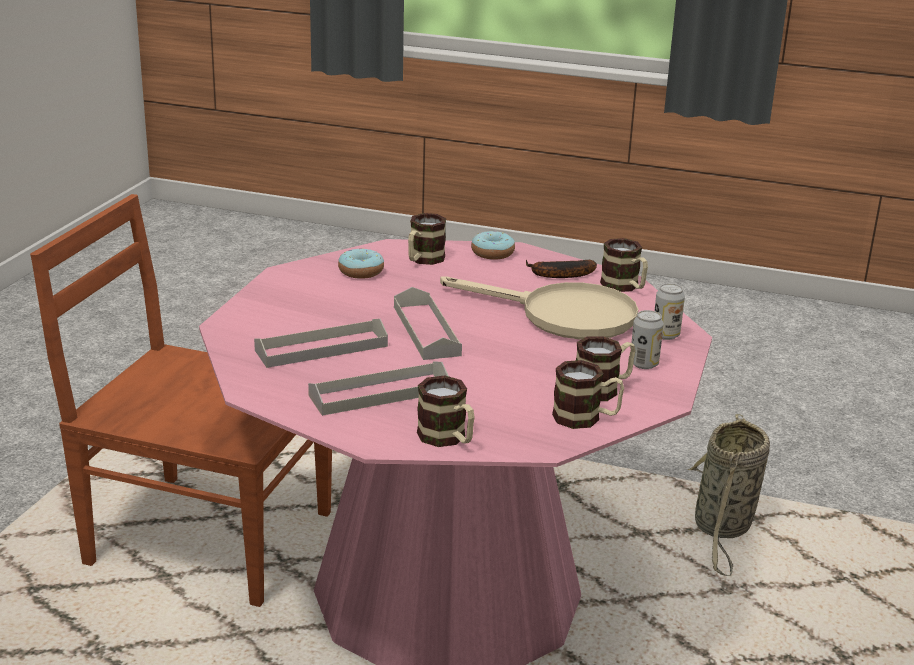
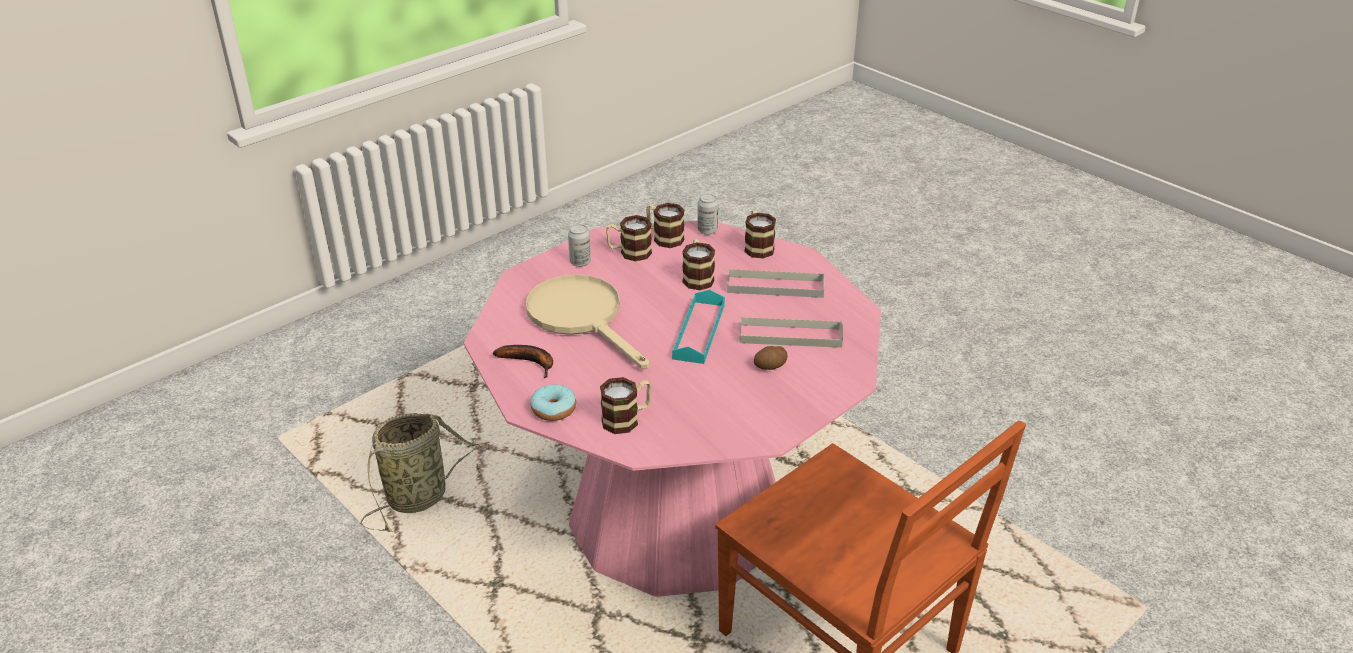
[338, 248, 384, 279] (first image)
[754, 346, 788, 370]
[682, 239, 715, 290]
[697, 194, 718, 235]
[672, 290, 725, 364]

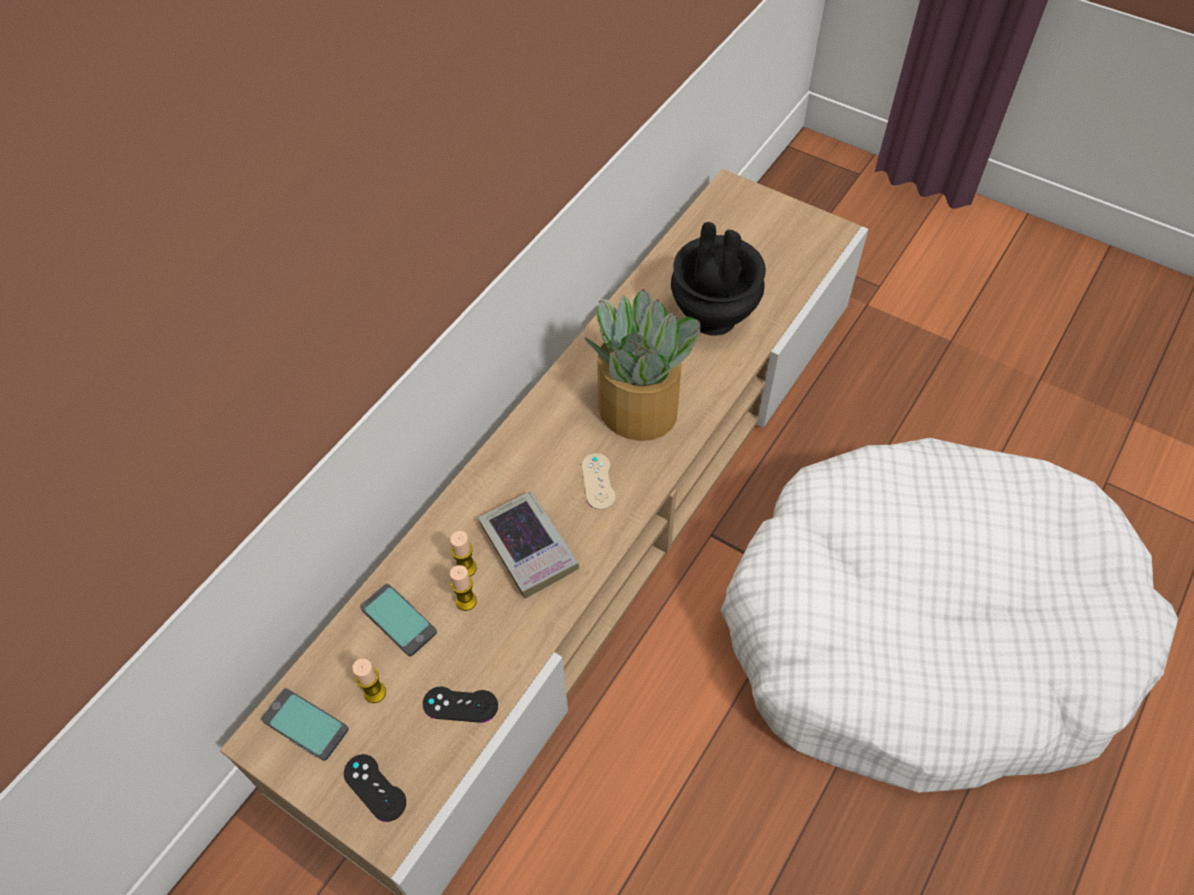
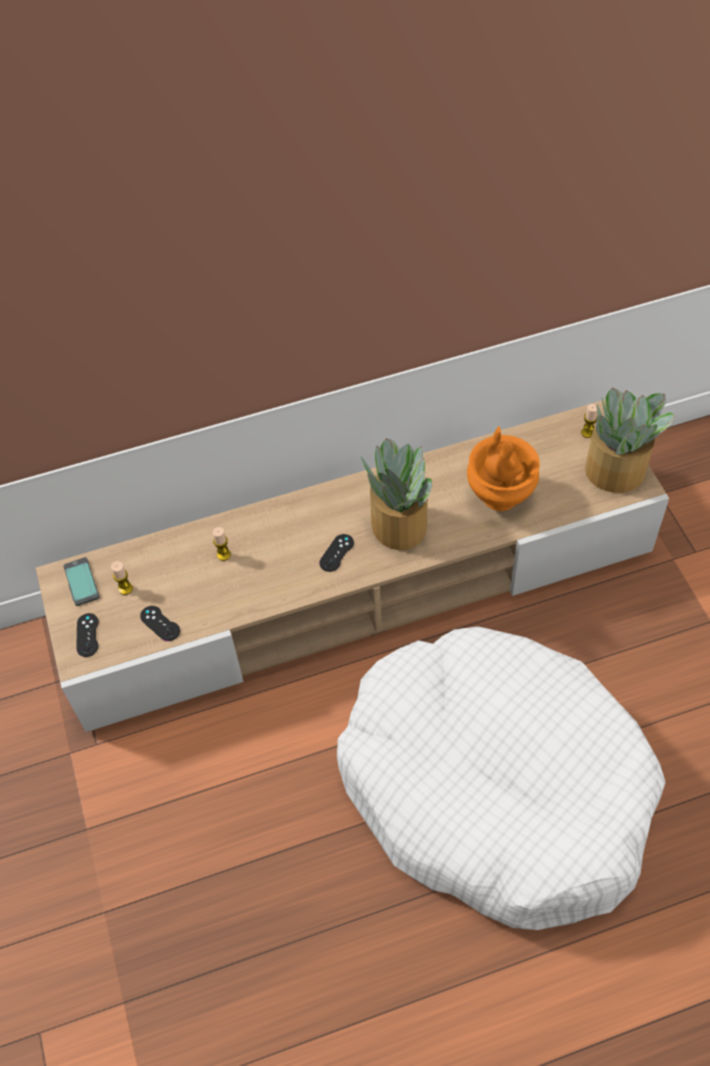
[360, 584, 437, 656] (first image)
[478, 491, 579, 599] (first image)
[585, 388, 675, 493]
[581, 404, 598, 438]
[319, 534, 354, 572]
[467, 426, 540, 511]

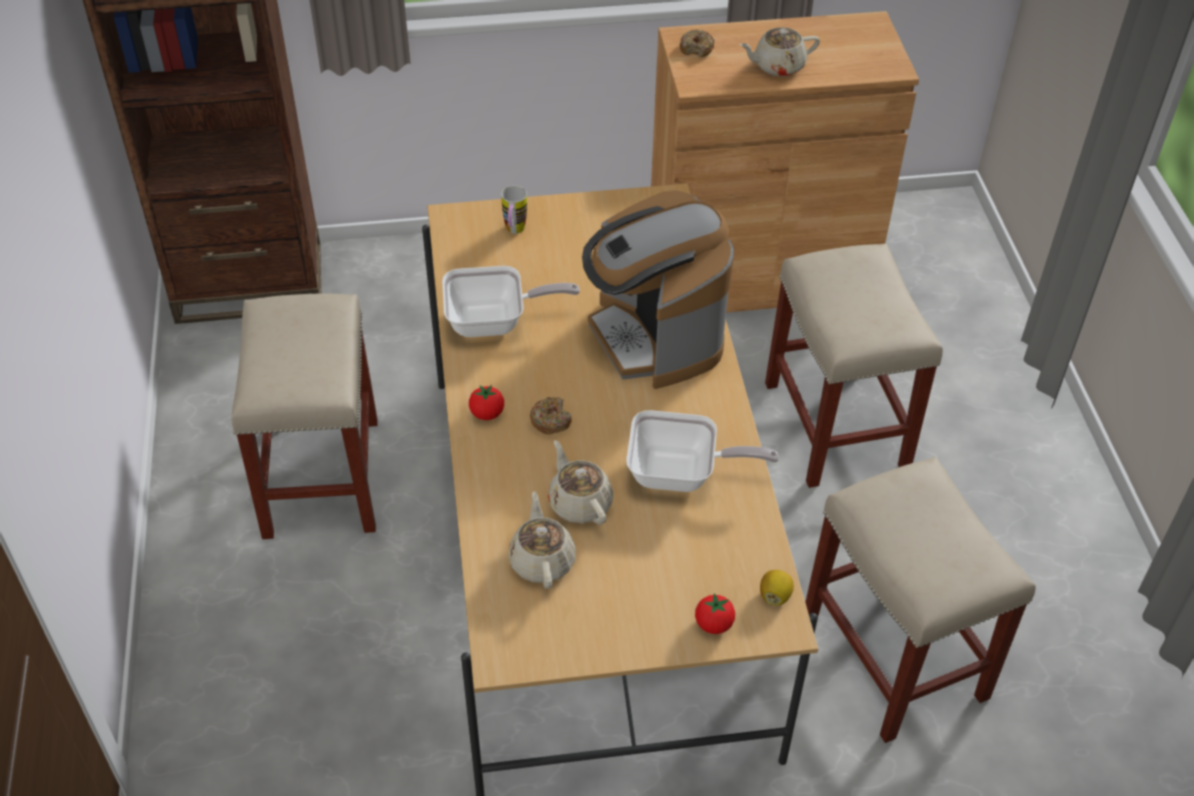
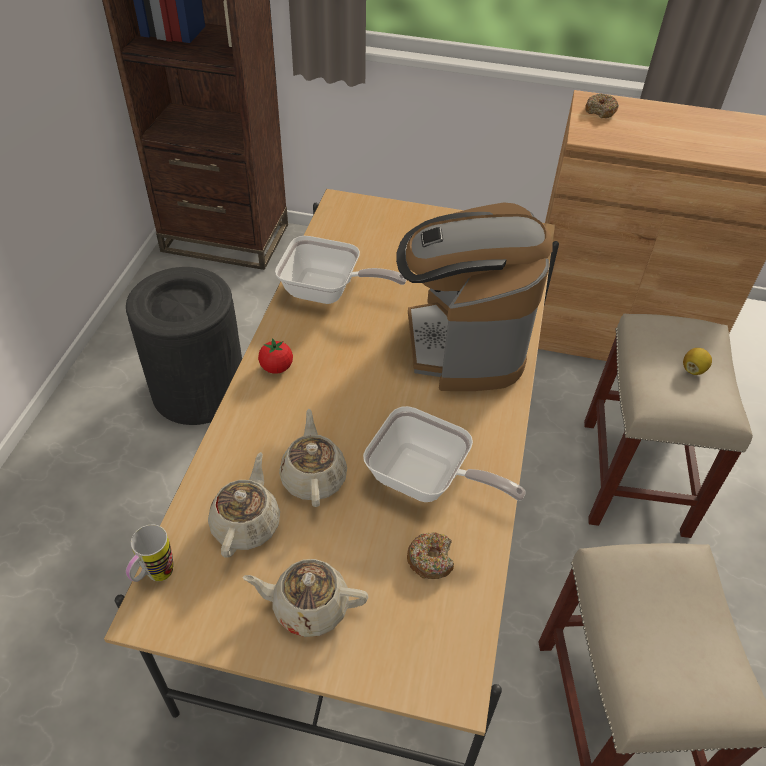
[695, 593, 735, 634] (first image)
[126, 525, 173, 582]
[407, 532, 454, 579]
[242, 559, 368, 637]
[683, 348, 712, 375]
[126, 267, 242, 425]

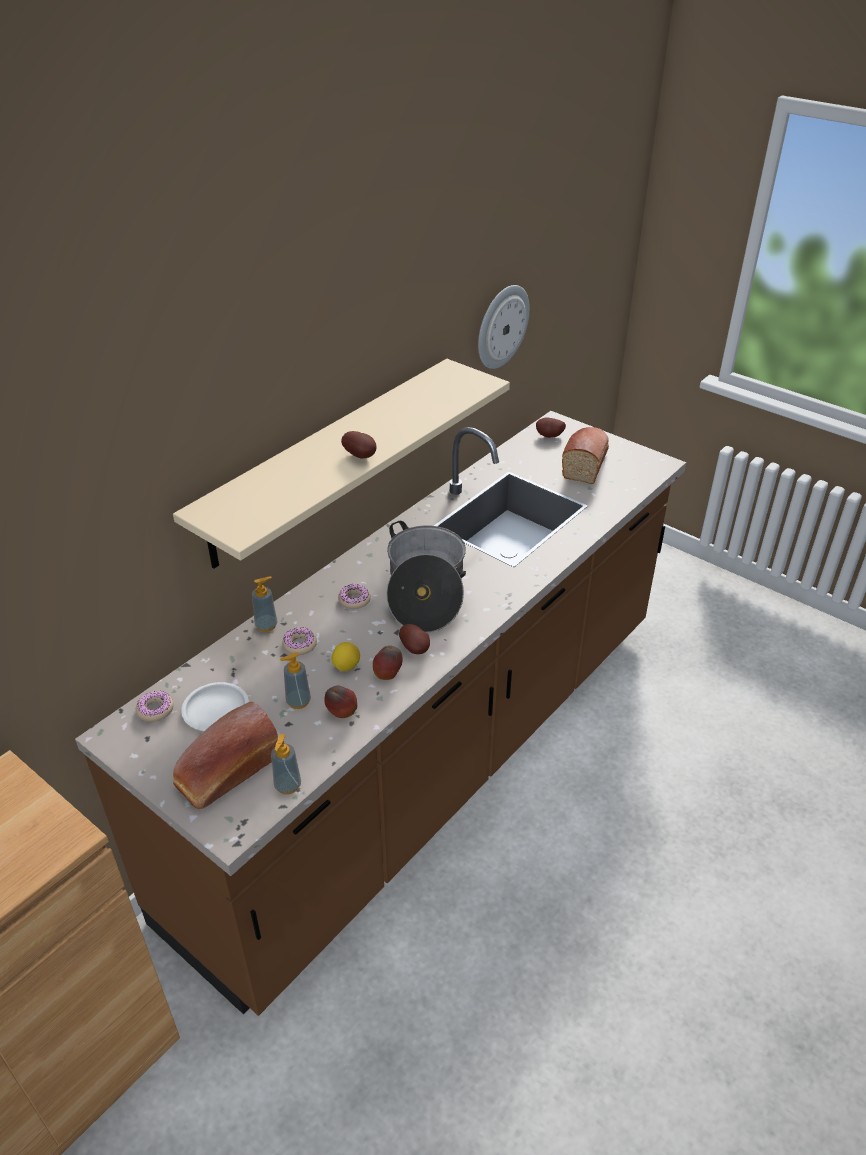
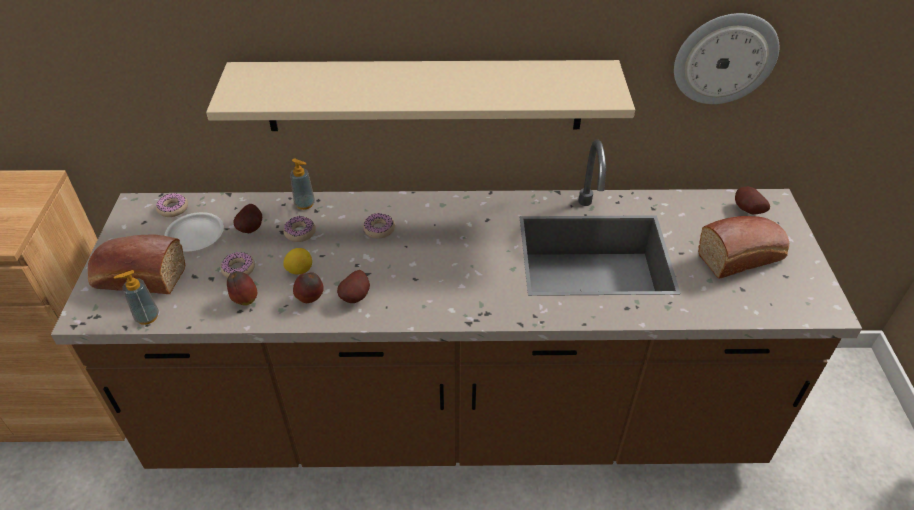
[386, 521, 466, 633] (first image)
[233, 204, 262, 233]
[220, 252, 255, 278]

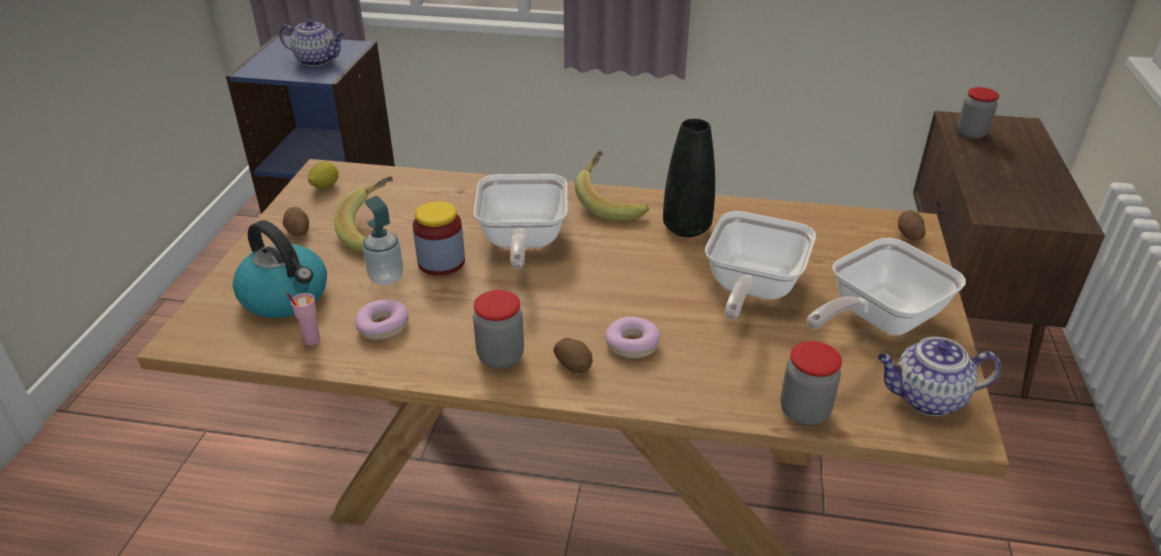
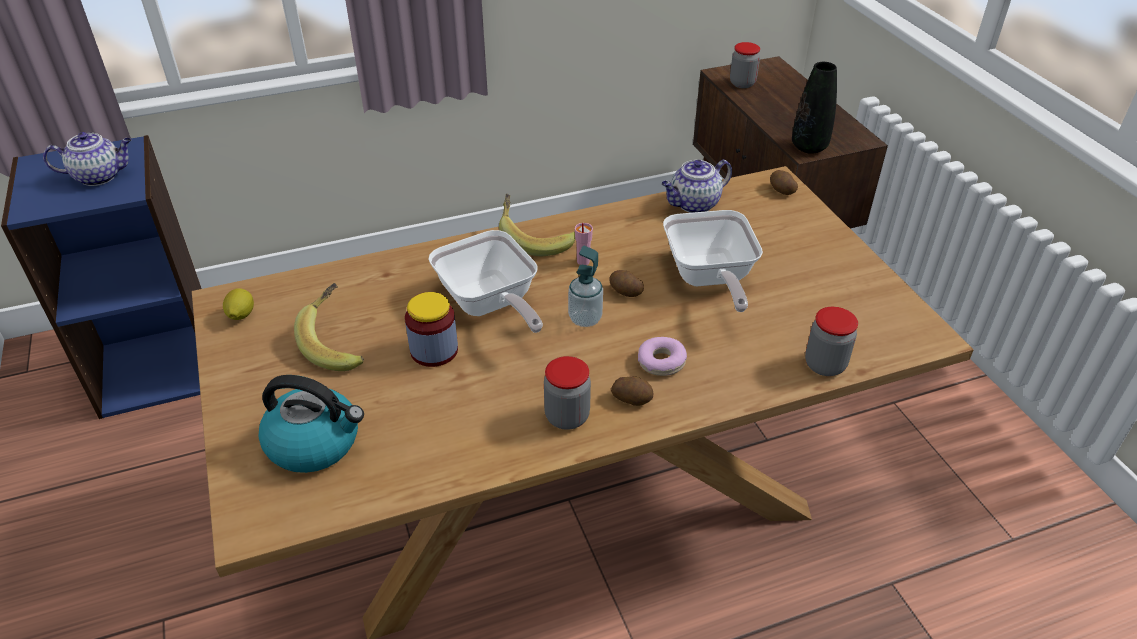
[355, 299, 409, 340] (first image)
[807, 238, 966, 335] (first image)
[610, 270, 644, 297]
[575, 223, 593, 265]
[568, 246, 603, 327]
[792, 62, 837, 154]
[661, 160, 732, 213]

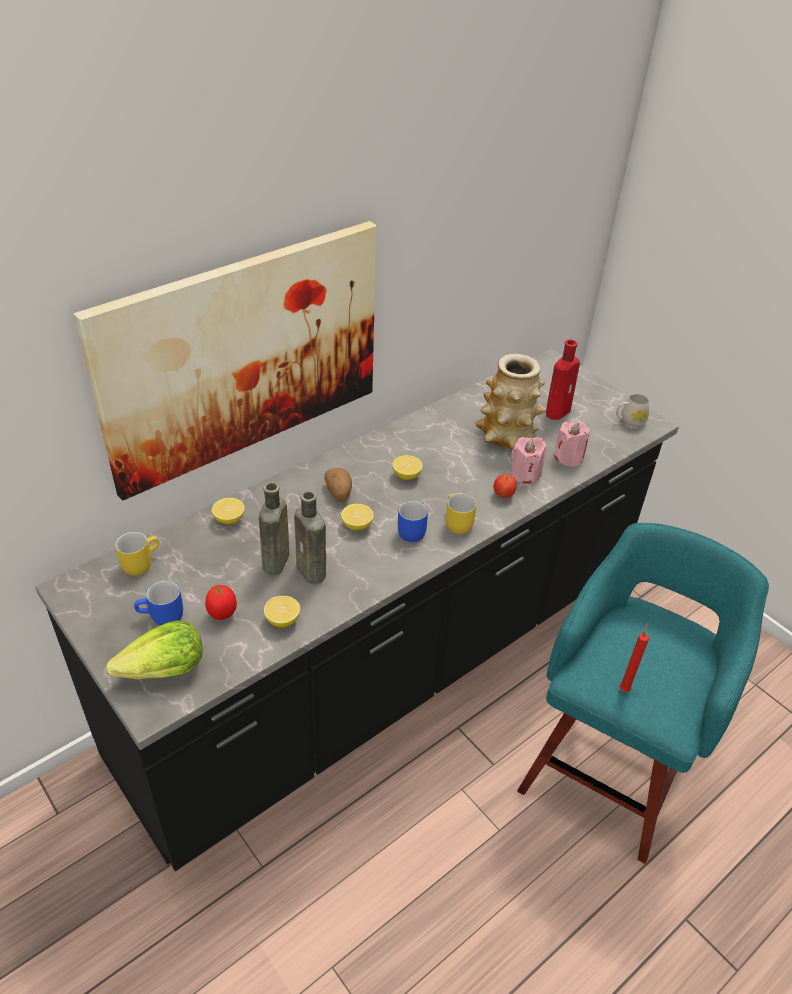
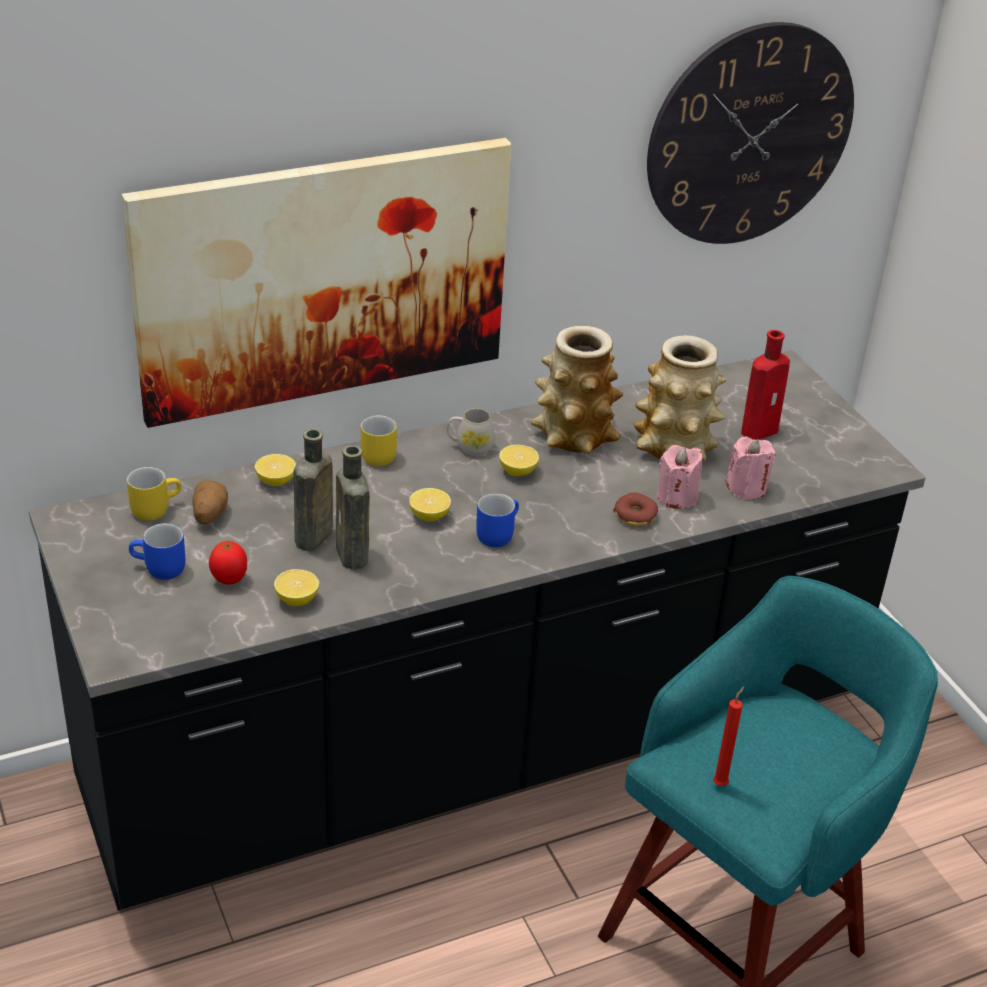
[106, 620, 203, 680] (first image)
[531, 326, 623, 453]
[647, 22, 854, 244]
[192, 480, 228, 525]
[361, 415, 397, 466]
[447, 408, 495, 456]
[613, 492, 658, 526]

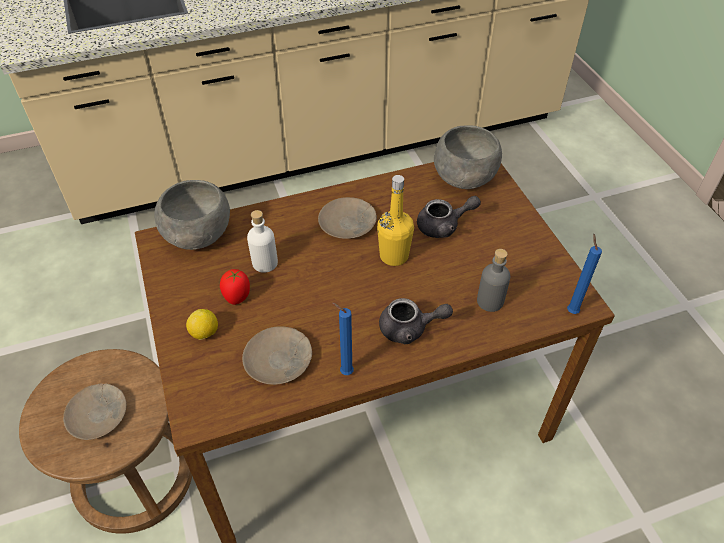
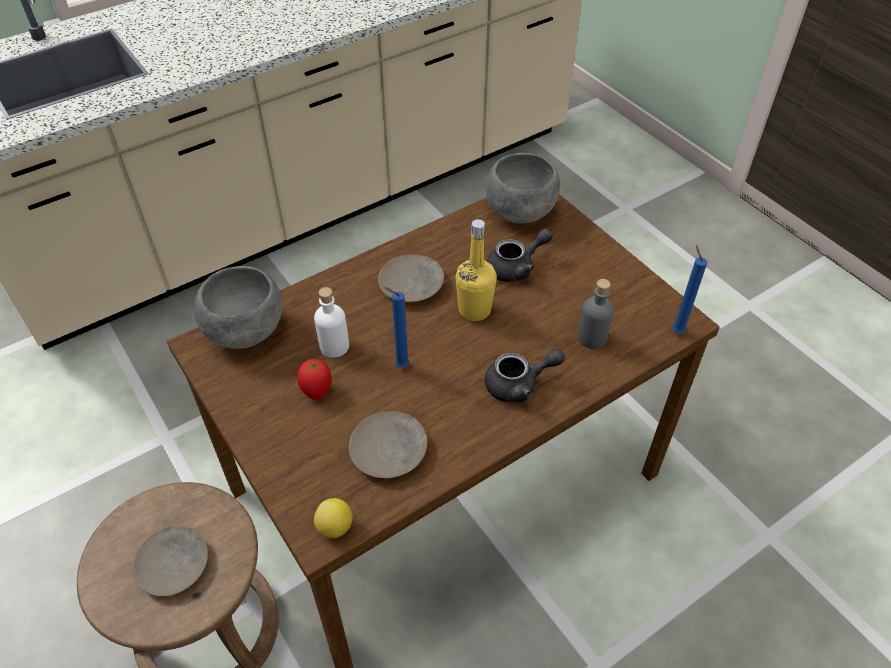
[314, 498, 353, 538]
[384, 287, 409, 368]

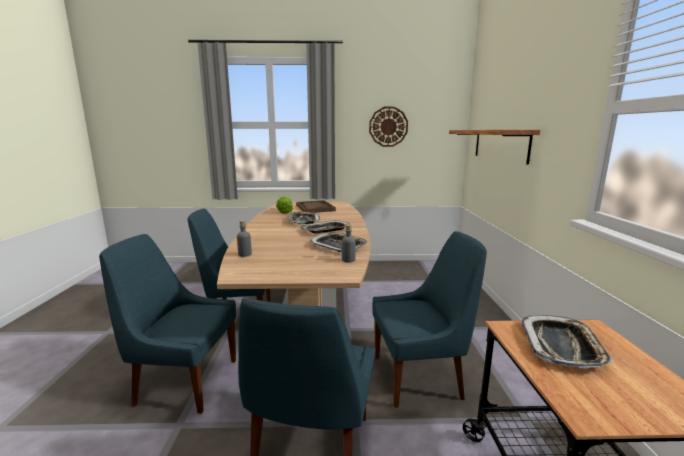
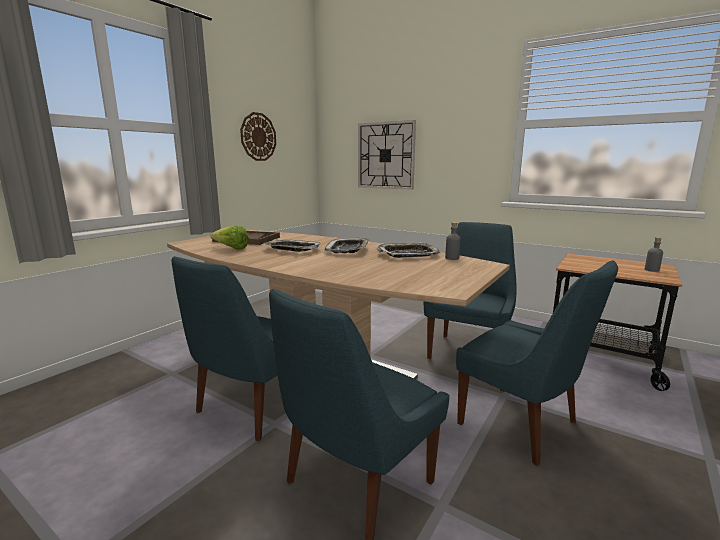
[522, 315, 614, 369] (first image)
[645, 237, 663, 272]
[358, 120, 416, 190]

